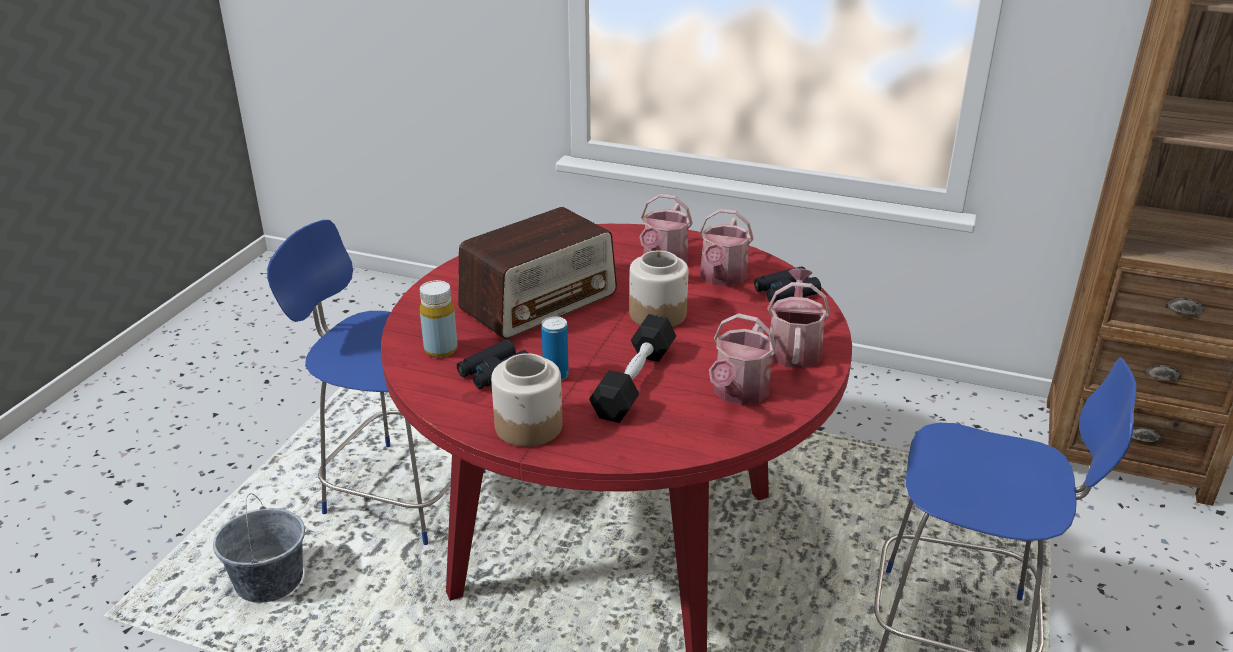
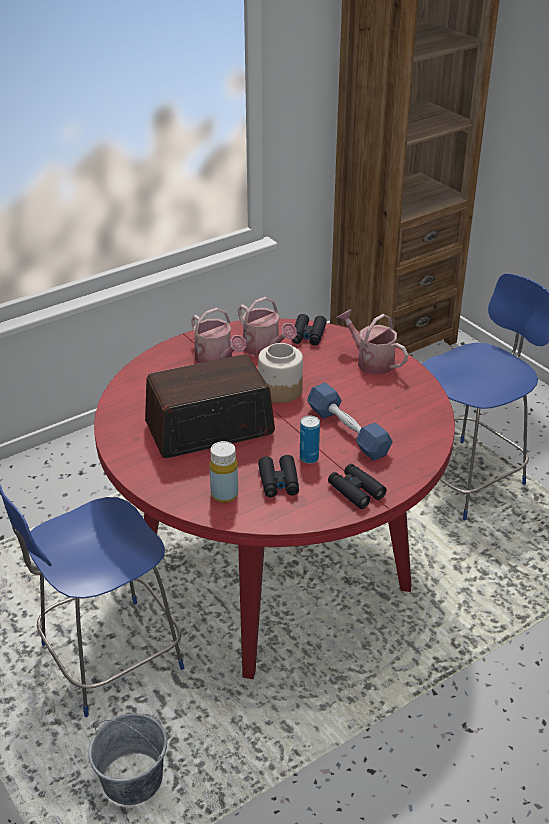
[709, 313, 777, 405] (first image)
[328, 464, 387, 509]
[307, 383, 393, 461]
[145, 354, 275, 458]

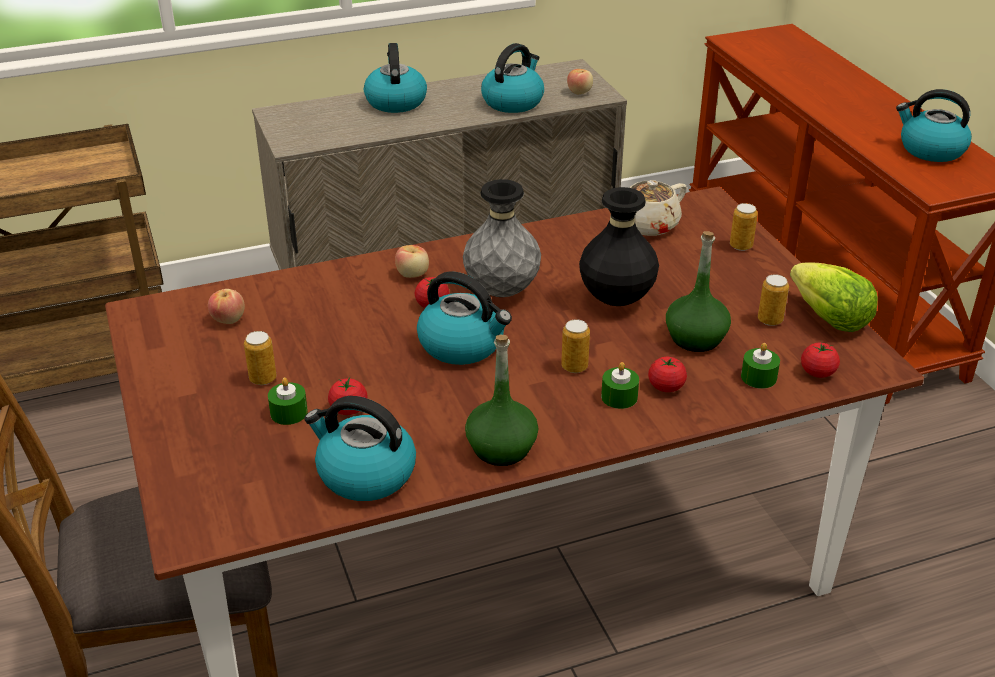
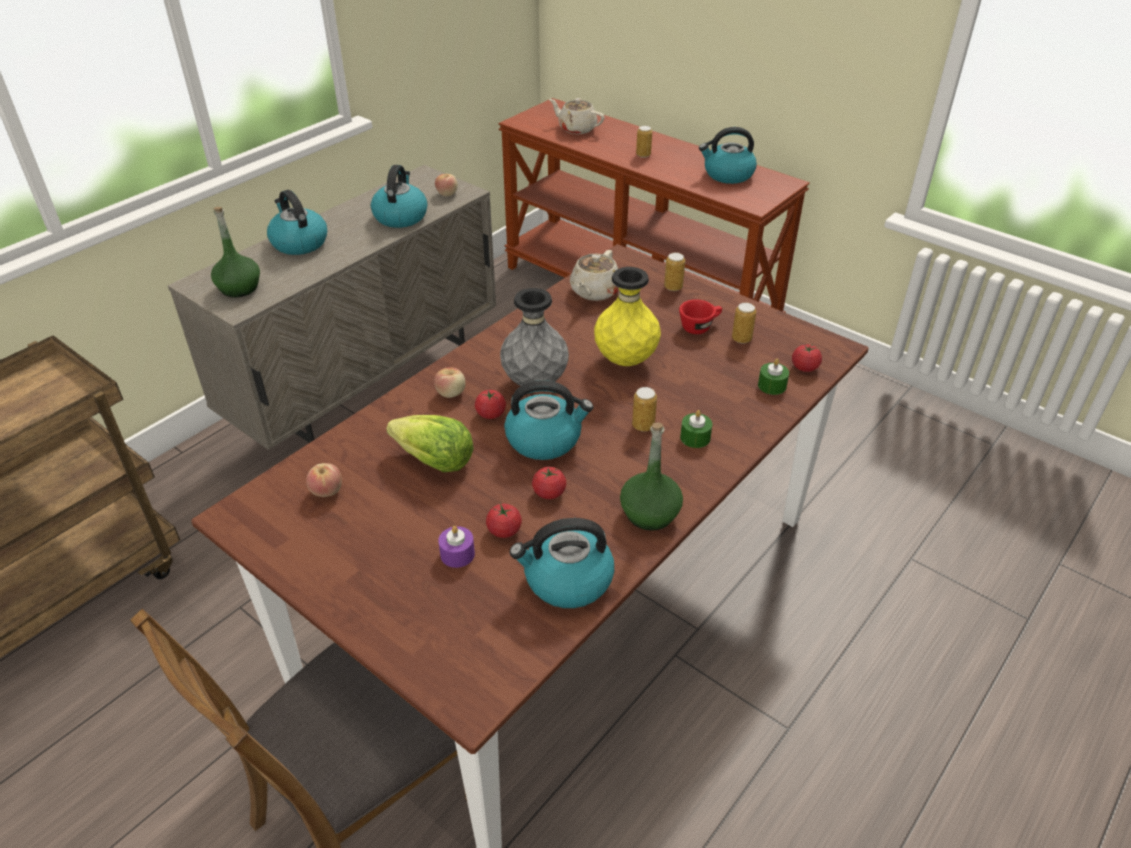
[549, 98, 605, 134]
[679, 299, 722, 334]
[636, 126, 652, 158]
[532, 467, 566, 499]
[211, 207, 260, 297]
[386, 415, 474, 472]
[438, 526, 475, 568]
[594, 267, 661, 366]

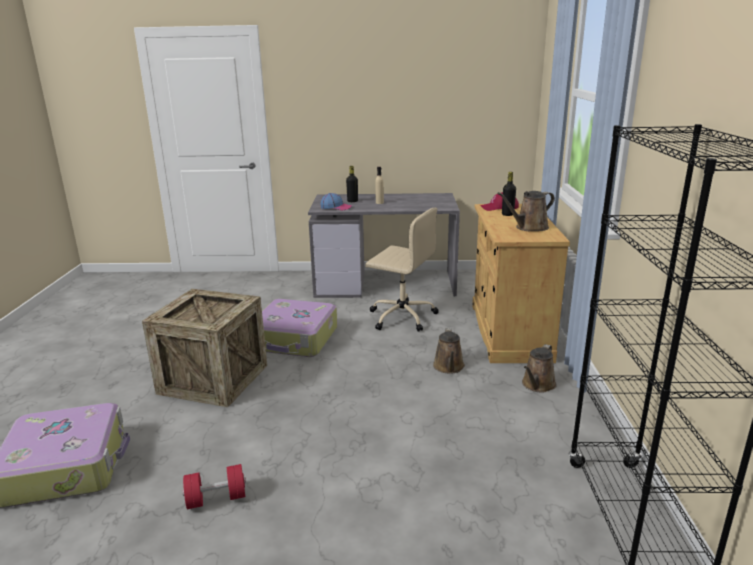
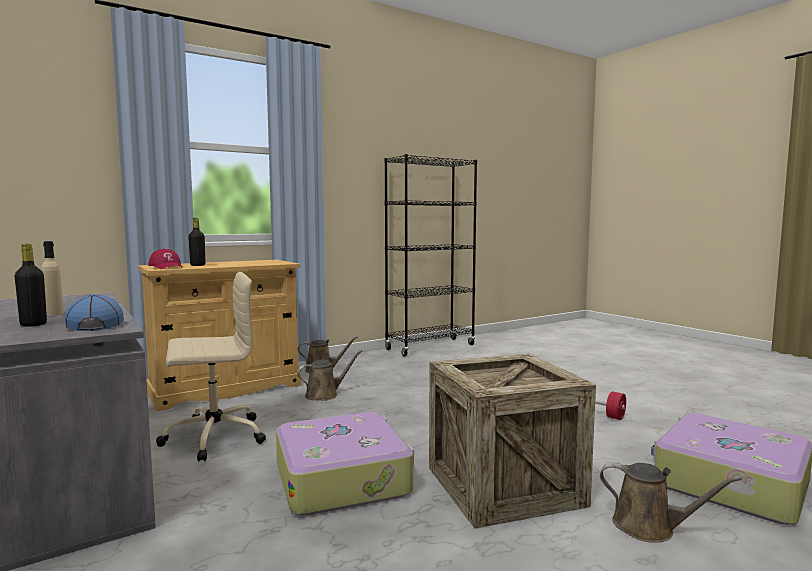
[600, 462, 741, 543]
[156, 272, 266, 462]

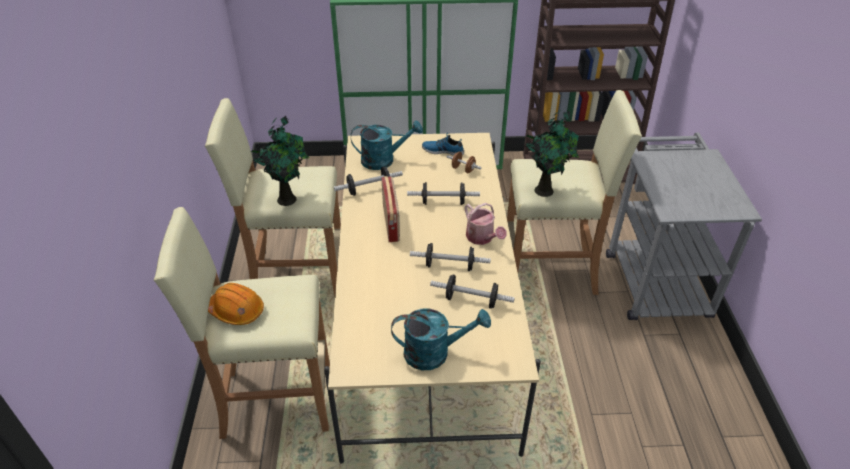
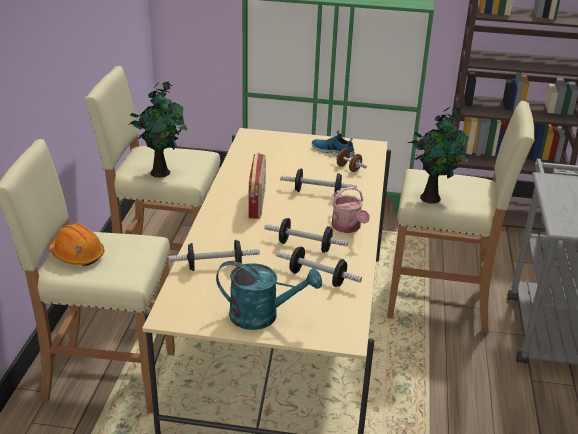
[351, 120, 423, 170] (first image)
[169, 240, 260, 271]

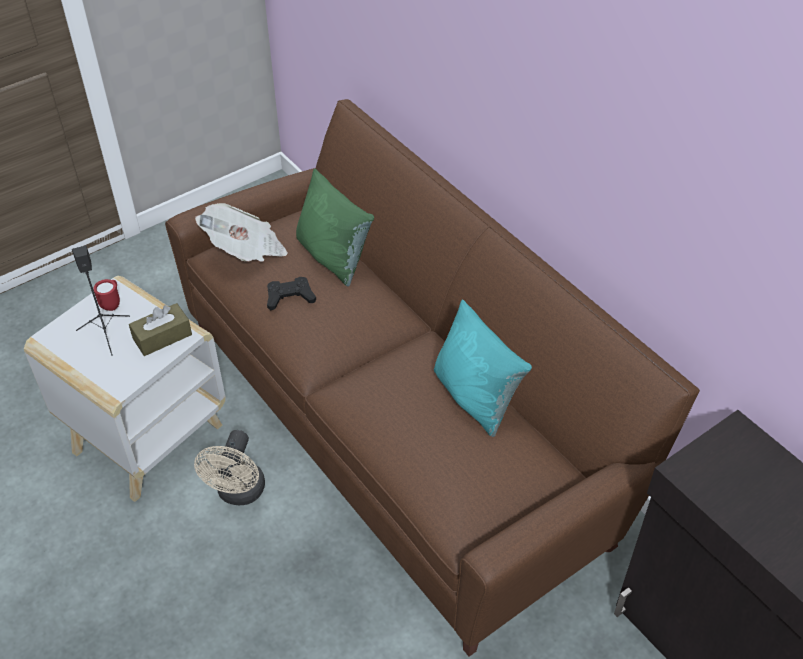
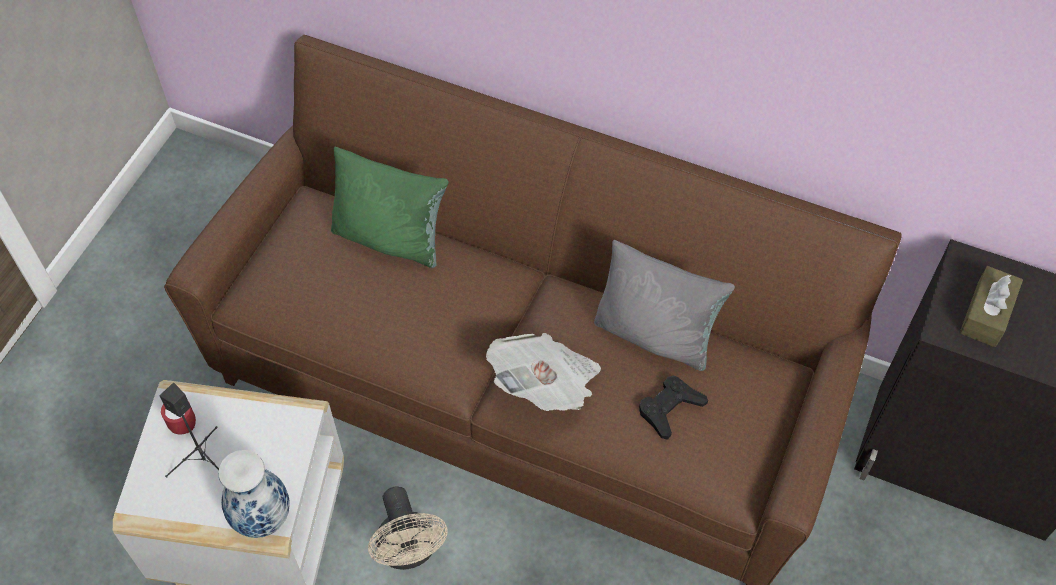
[218, 450, 290, 538]
[960, 266, 1023, 347]
[486, 333, 601, 411]
[639, 376, 708, 440]
[594, 240, 735, 371]

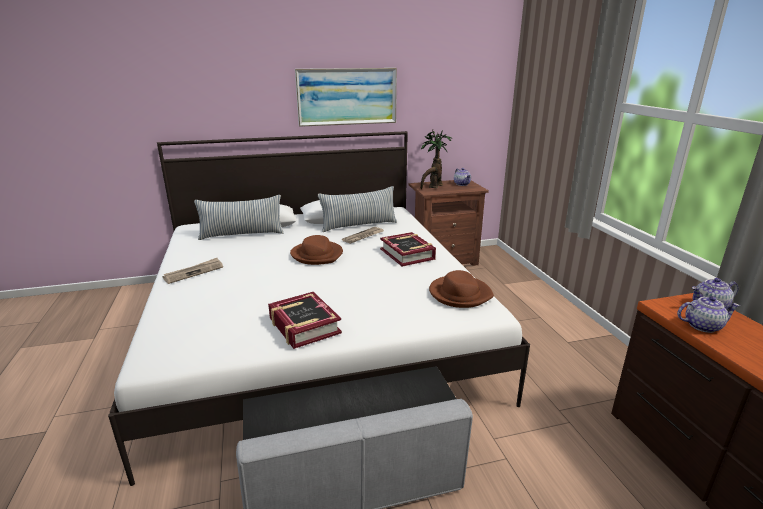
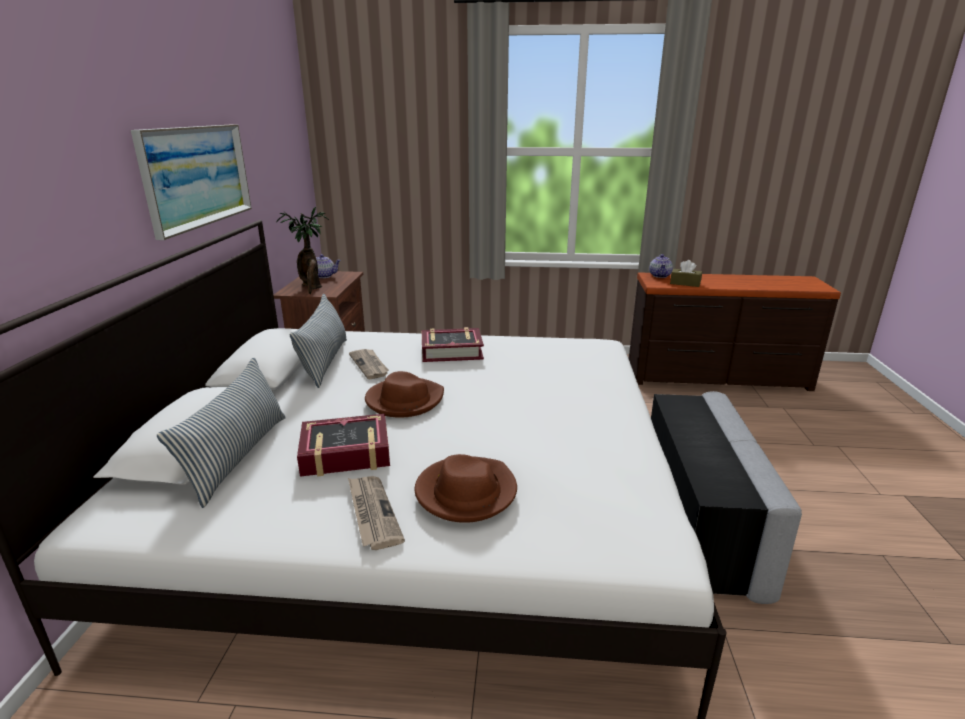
[297, 414, 390, 477]
[415, 454, 517, 523]
[670, 260, 702, 287]

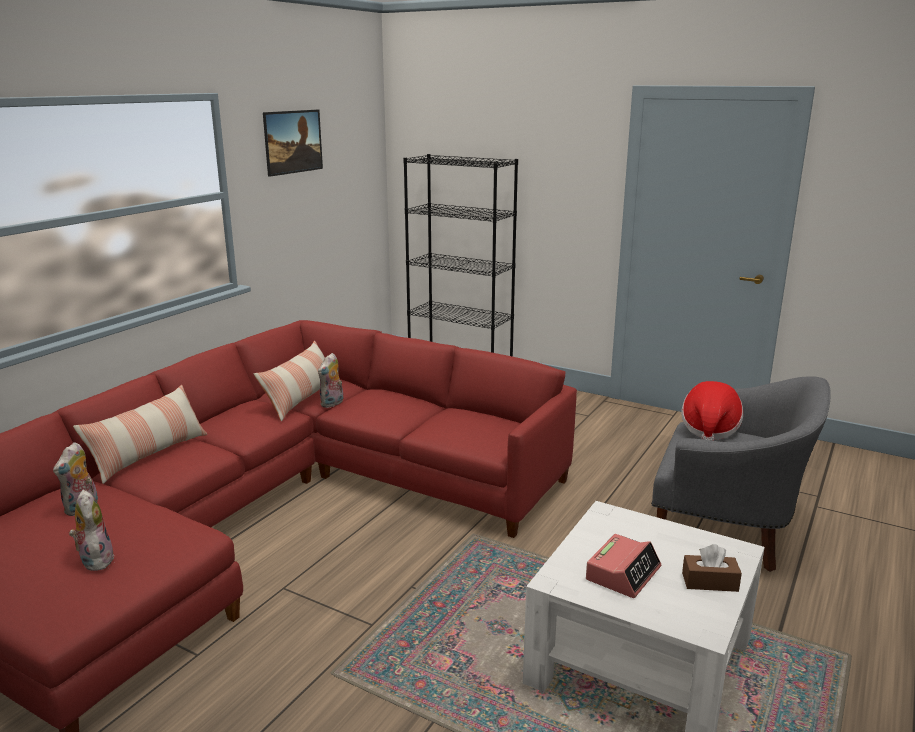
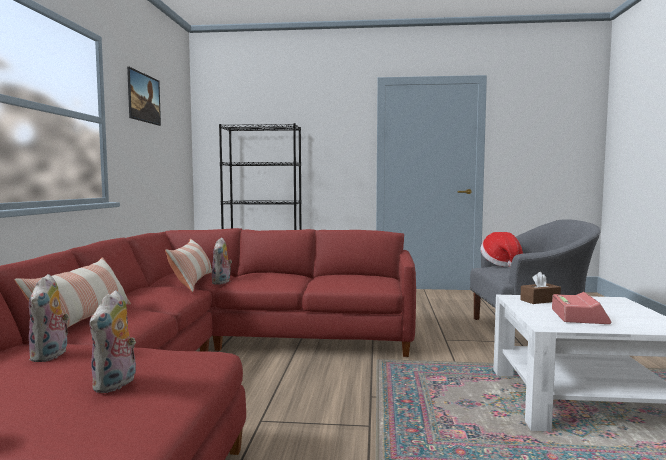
[520, 272, 561, 304]
[90, 290, 136, 393]

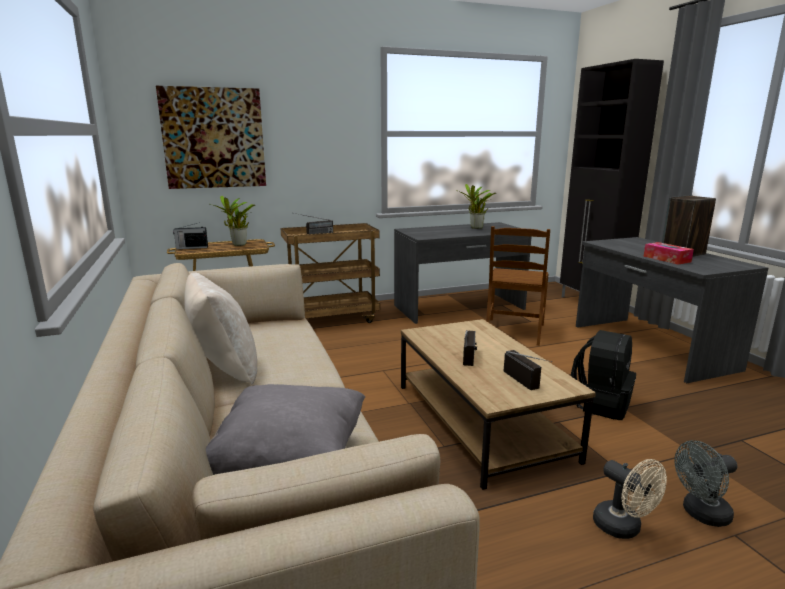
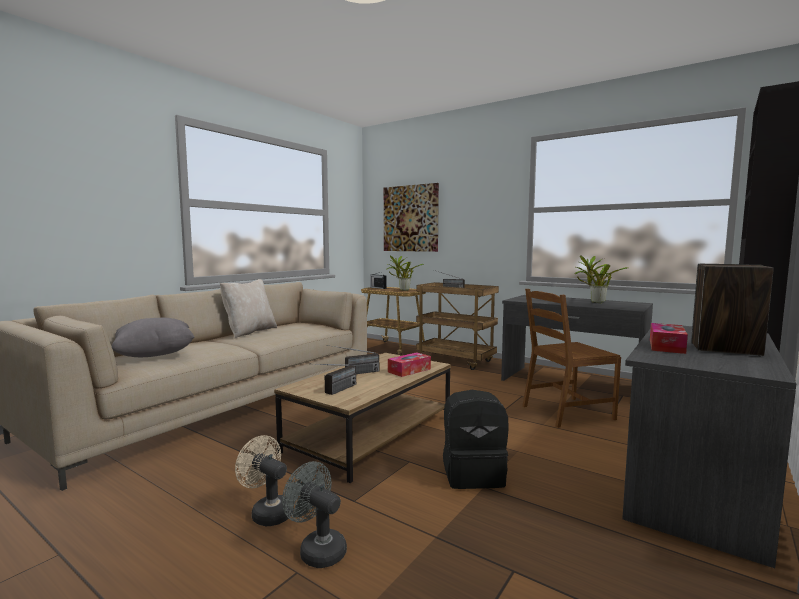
[388, 352, 431, 377]
[235, 435, 294, 526]

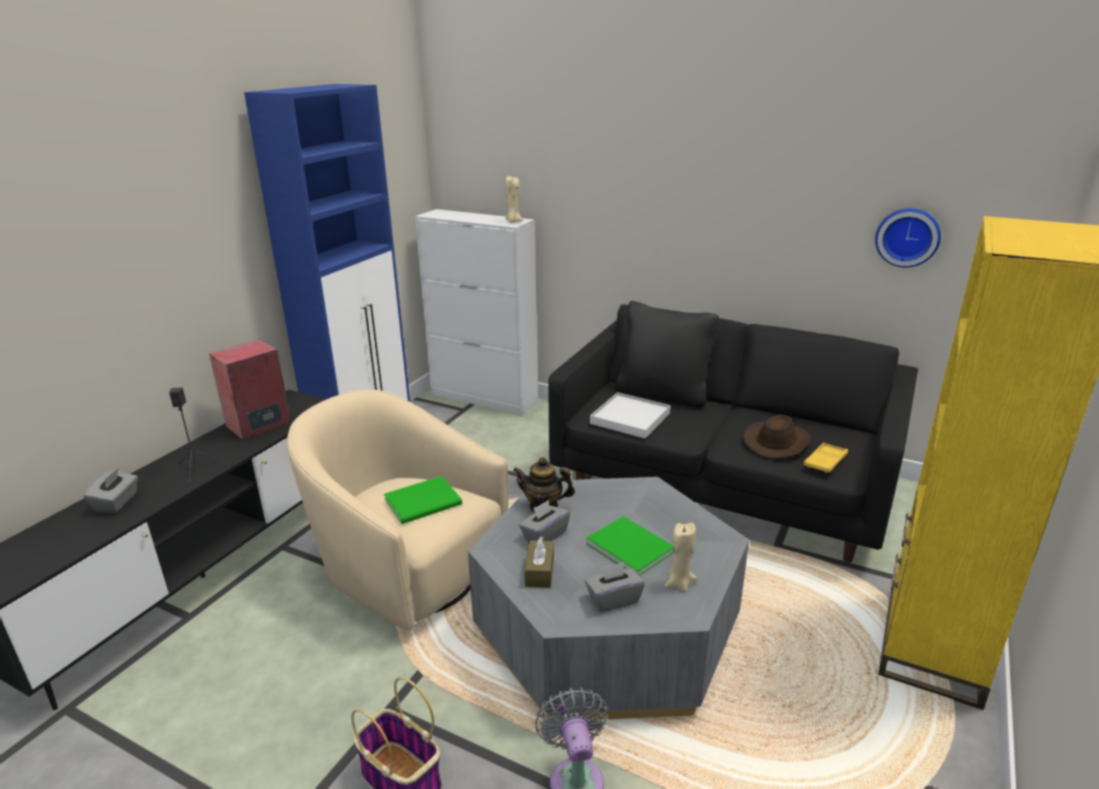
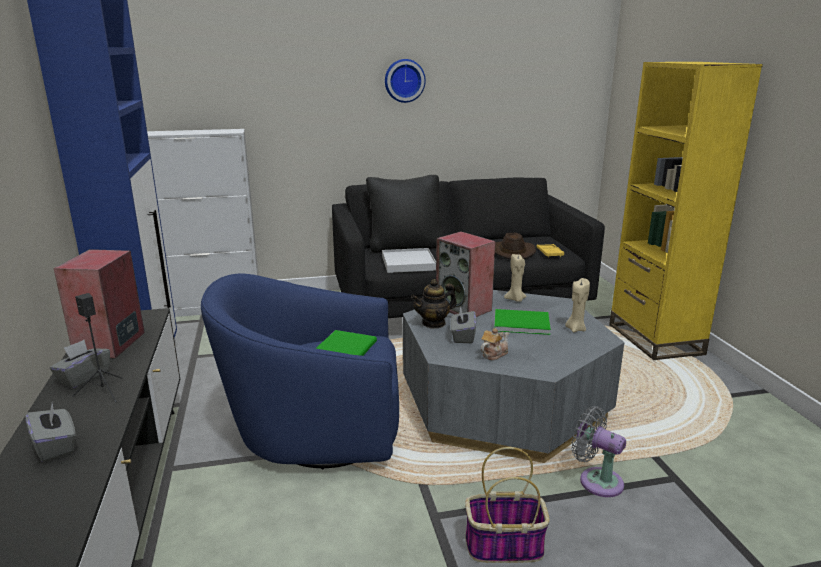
[436, 232, 496, 317]
[504, 254, 526, 302]
[50, 340, 110, 389]
[385, 59, 426, 103]
[481, 328, 509, 360]
[201, 273, 399, 469]

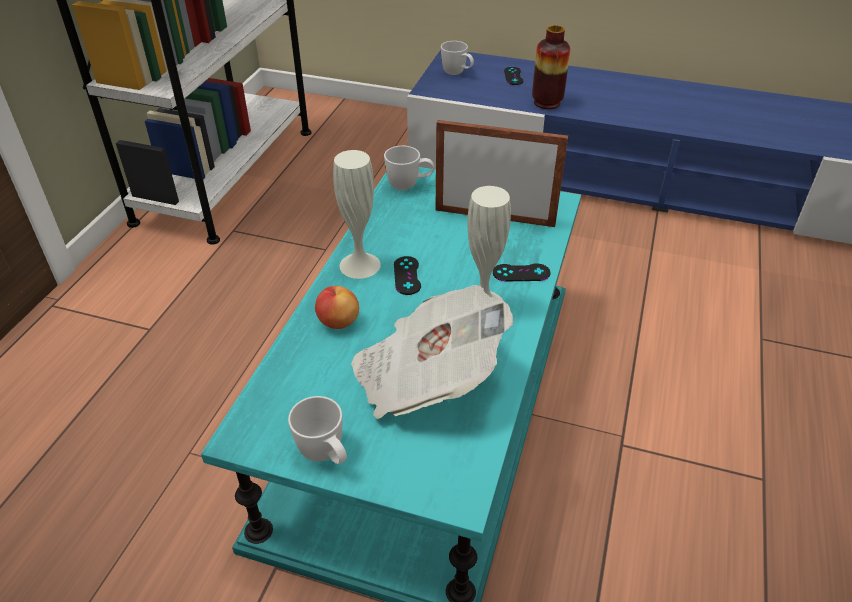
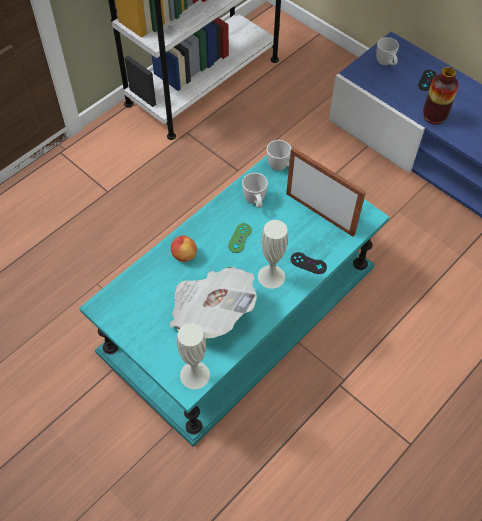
[242, 173, 268, 208]
[177, 323, 210, 389]
[228, 223, 252, 253]

